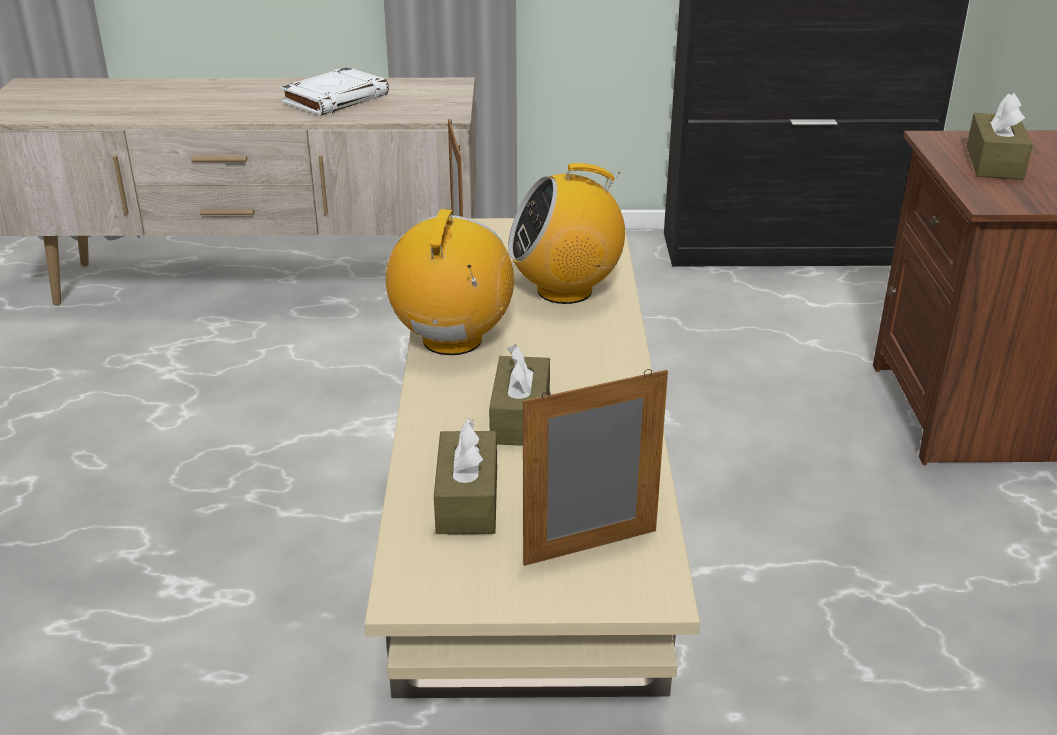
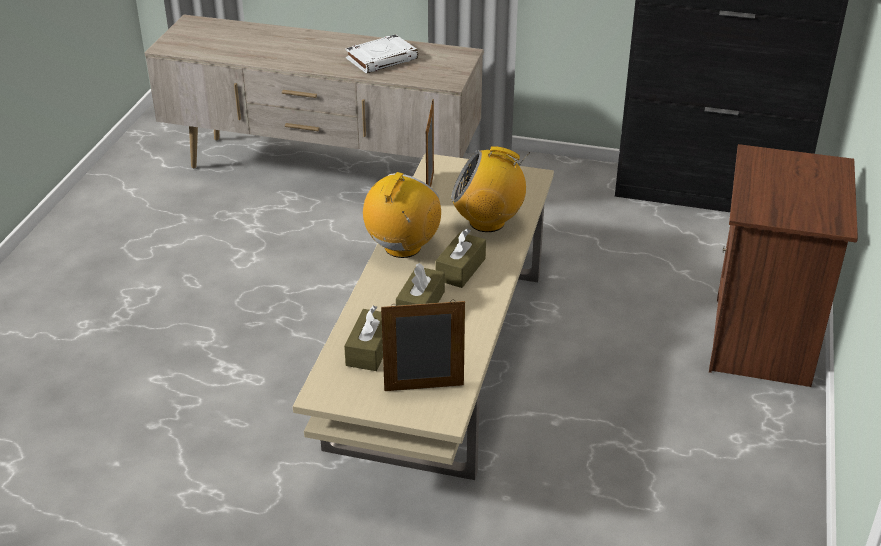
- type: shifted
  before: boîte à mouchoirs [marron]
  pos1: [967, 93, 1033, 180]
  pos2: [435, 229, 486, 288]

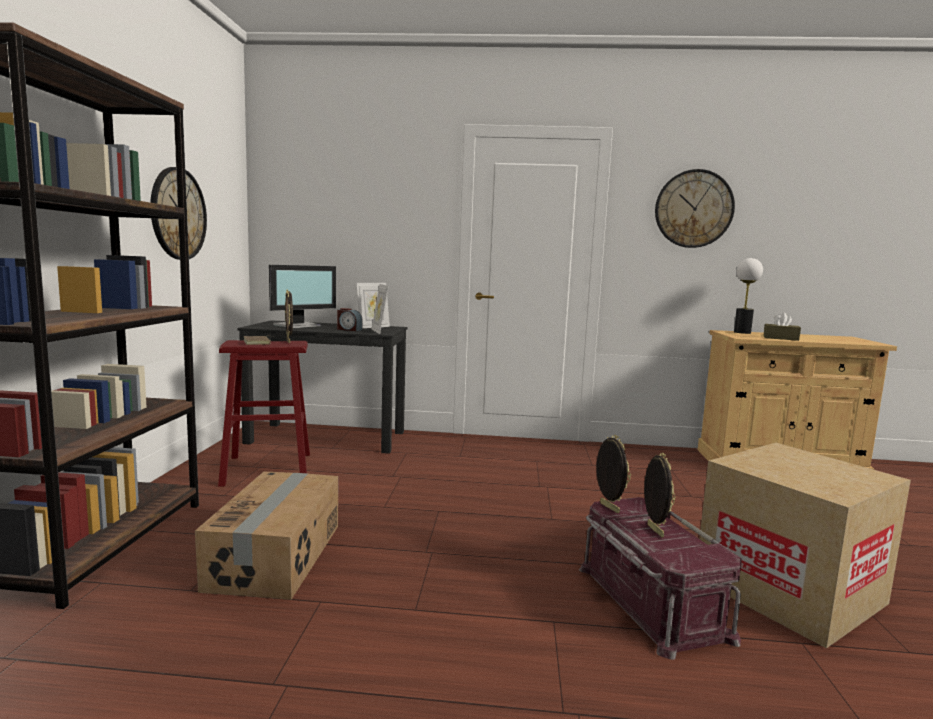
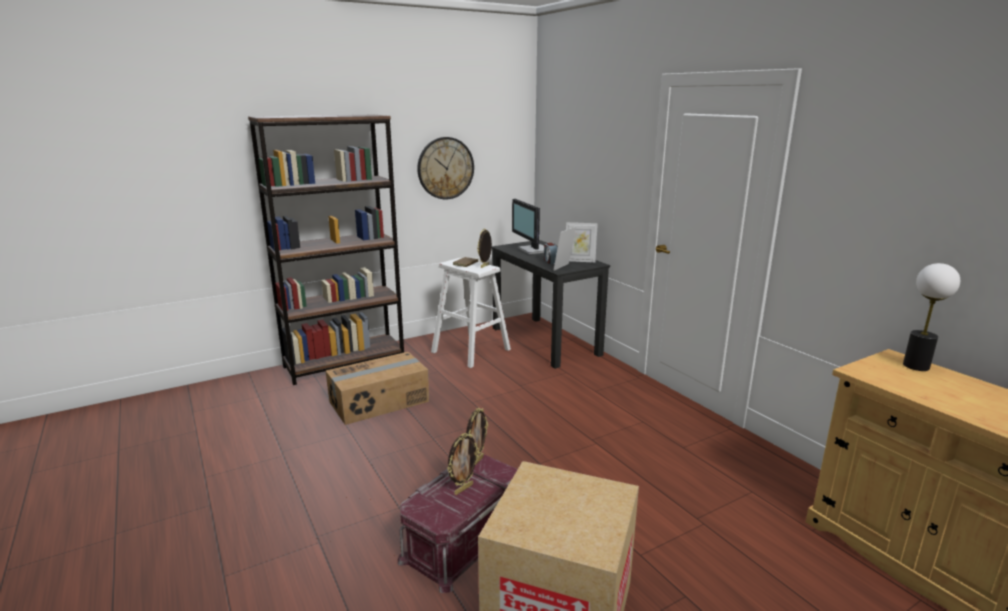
- type: gone
  before: horloge murale
  pos1: [655, 169, 735, 248]
- type: gone
  before: boîte à mouchoirs [marron]
  pos1: [763, 313, 801, 341]
- type: repainted
  before: tabouret [rouge]
  after: tabouret [blanc]
  pos1: [218, 340, 310, 487]
  pos2: [431, 258, 511, 368]
- type: rotated
  before: écran d'ordinateur
  pos1: [269, 265, 336, 328]
  pos2: [512, 199, 544, 254]
  turn: 60

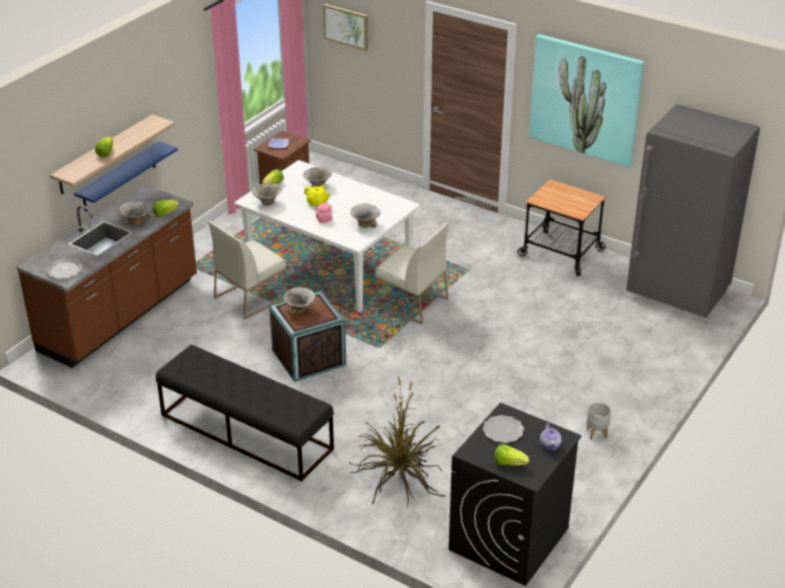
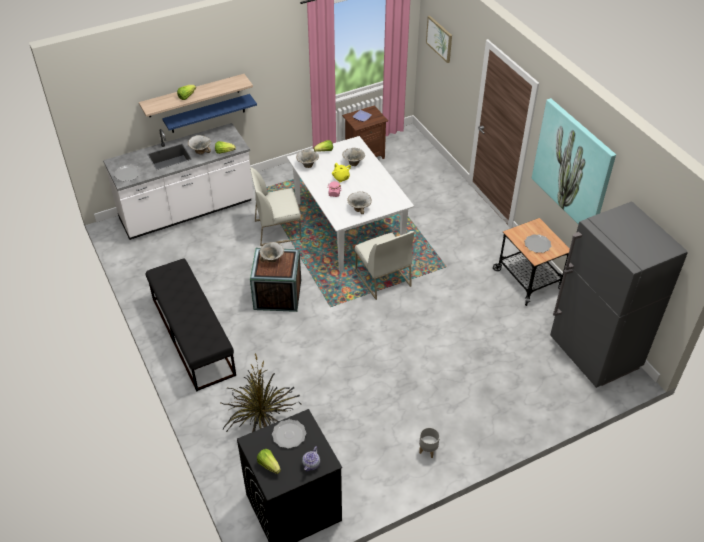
- type: new
  after: assiette
  pos2: [524, 234, 551, 253]
- type: repainted
  before: comptoir de cuisine [marron]
  after: comptoir de cuisine [blanc]
  pos1: [17, 185, 197, 368]
  pos2: [103, 123, 254, 240]

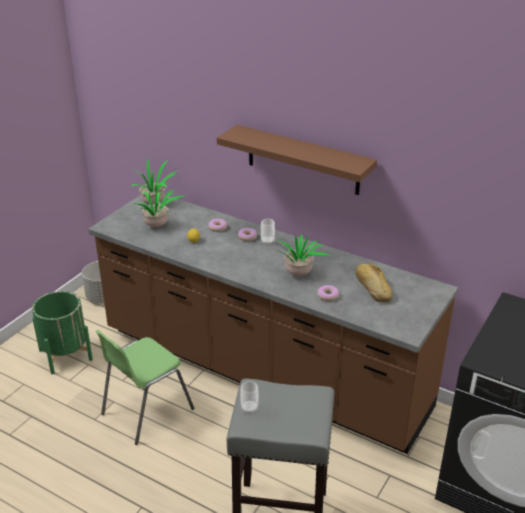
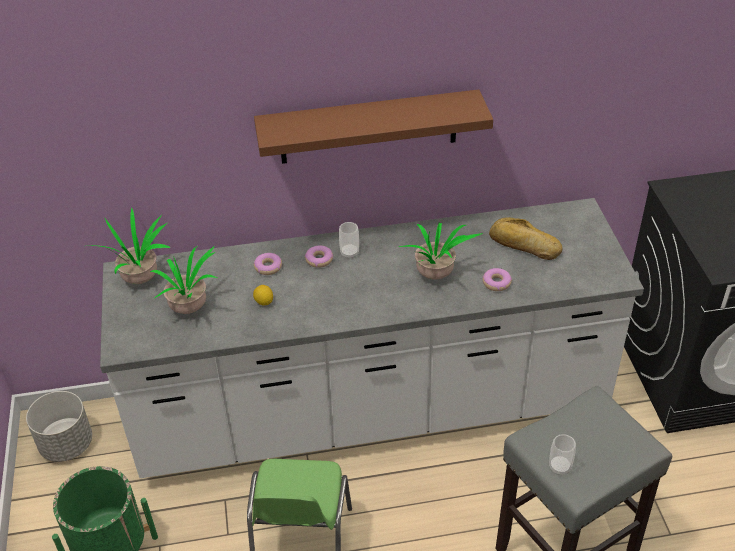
- type: repainted
  before: comptoir de cuisine [marron]
  after: comptoir de cuisine [blanc]
  pos1: [88, 195, 458, 454]
  pos2: [100, 198, 644, 478]

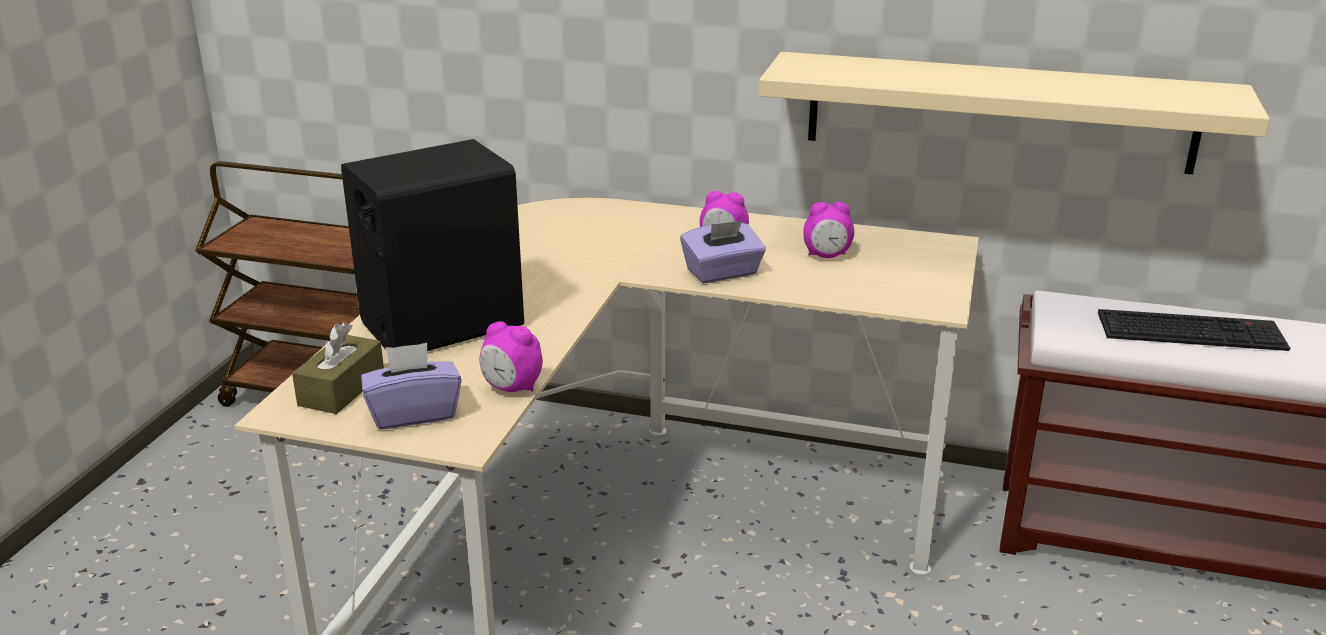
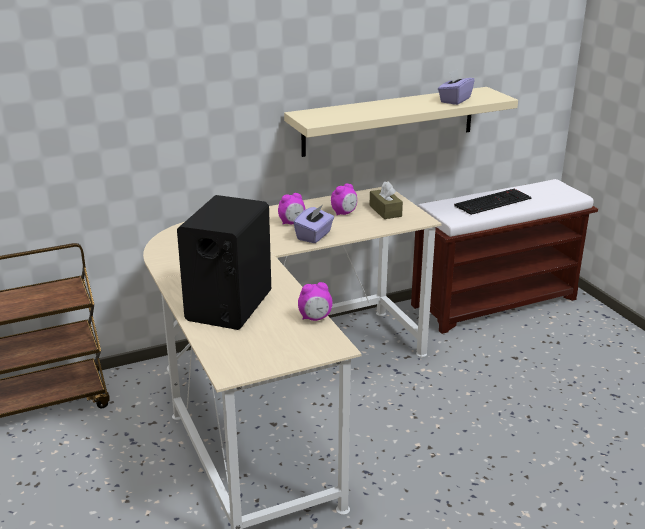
- type: shifted
  before: boîte à mouchoirs [marron]
  pos1: [292, 322, 384, 414]
  pos2: [369, 182, 403, 219]
- type: shifted
  before: boîte à mouchoirs [violet]
  pos1: [361, 343, 461, 429]
  pos2: [438, 69, 475, 105]

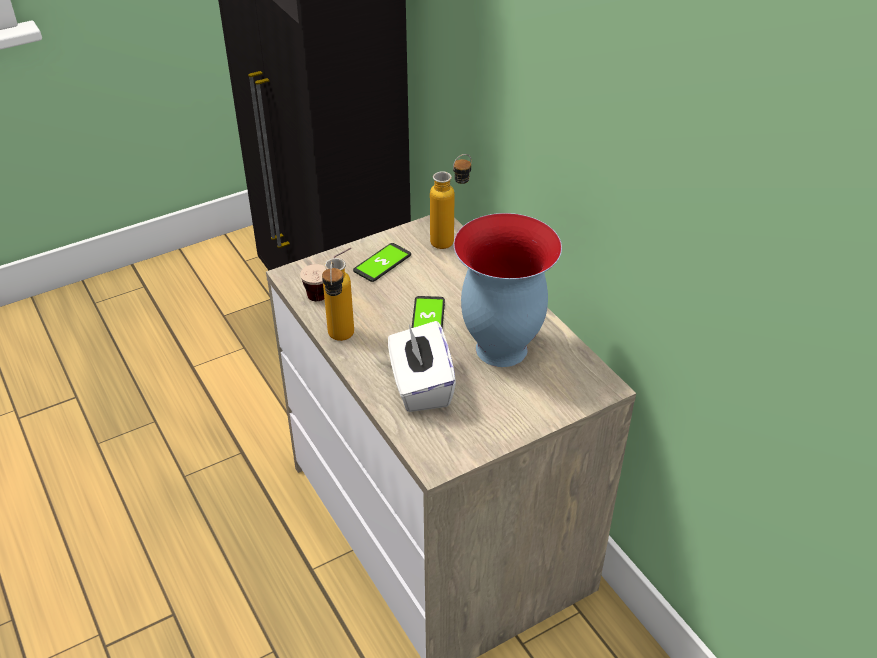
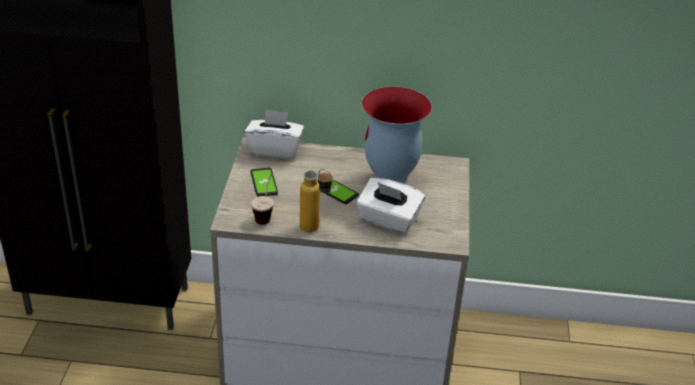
- type: swapped
  before: bouteille
  after: boîte à mouchoirs [blanc]
  pos1: [430, 154, 472, 249]
  pos2: [244, 109, 304, 159]

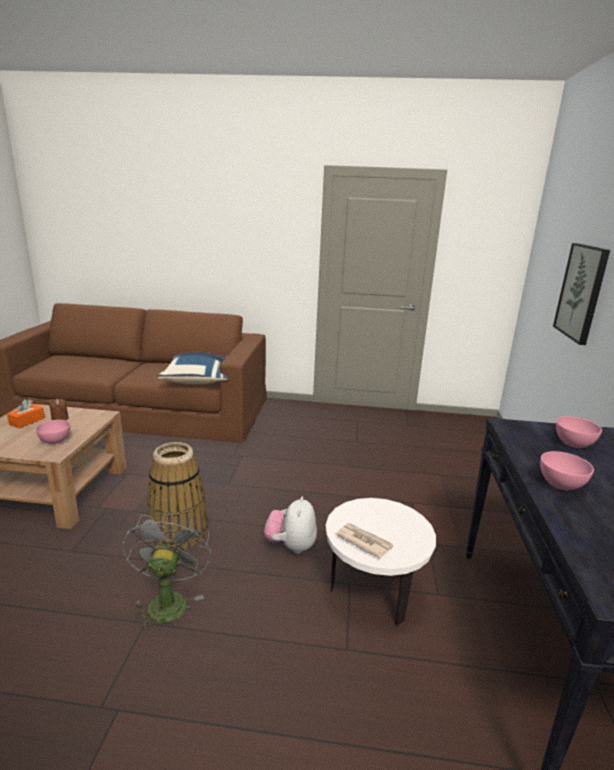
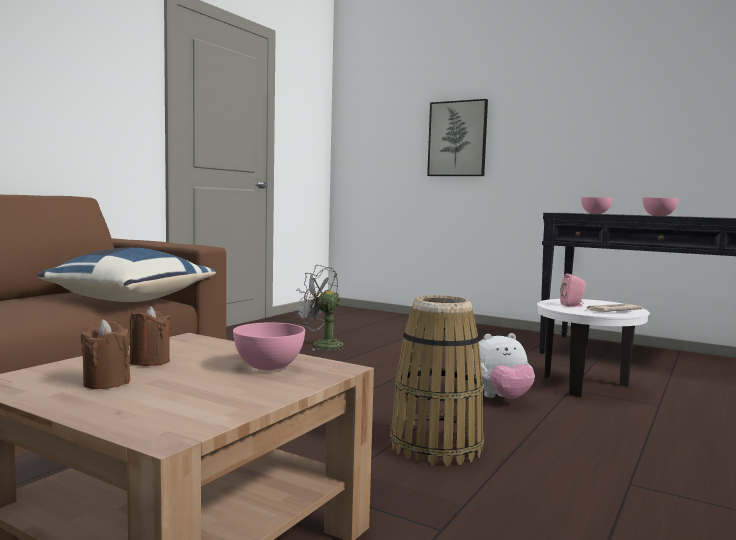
- type: new
  after: enceinte [rose]
  pos2: [560, 273, 586, 307]
- type: shifted
  before: ventilateur [gris]
  pos1: [122, 510, 211, 633]
  pos2: [293, 265, 347, 351]
- type: swapped
  before: boîte à mouchoirs [orange]
  after: bougie [marron]
  pos1: [7, 399, 45, 429]
  pos2: [80, 319, 130, 389]
- type: rotated
  before: peluche
  pos1: [264, 497, 317, 554]
  pos2: [472, 333, 535, 399]
  turn: -45

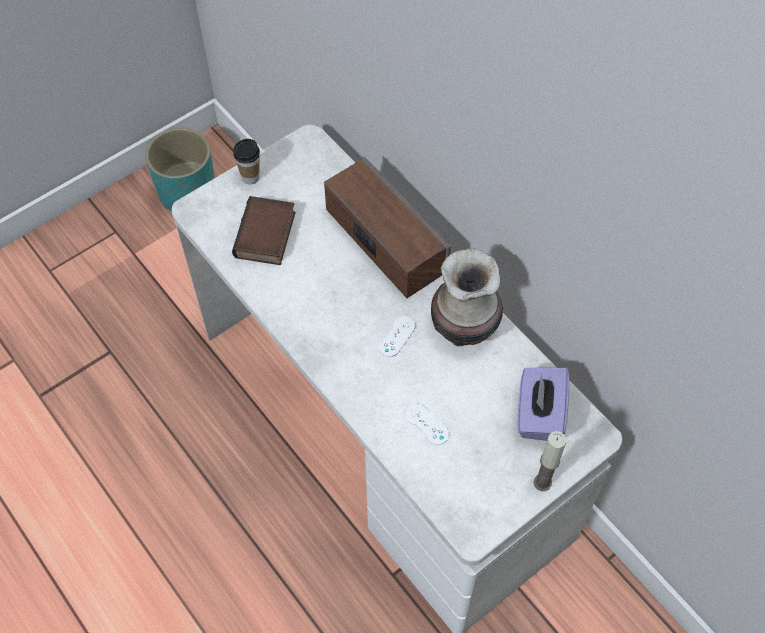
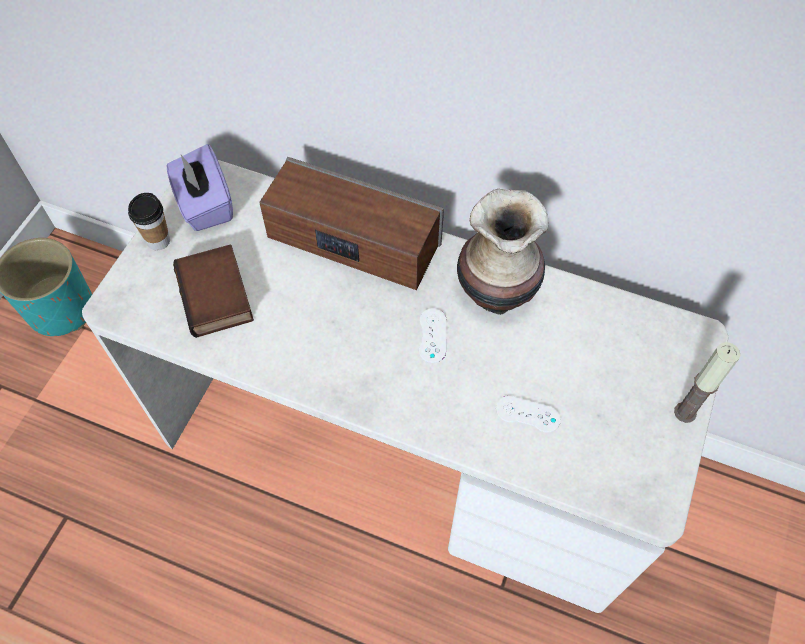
- type: shifted
  before: boîte à mouchoirs [violet]
  pos1: [518, 368, 569, 441]
  pos2: [167, 144, 233, 231]

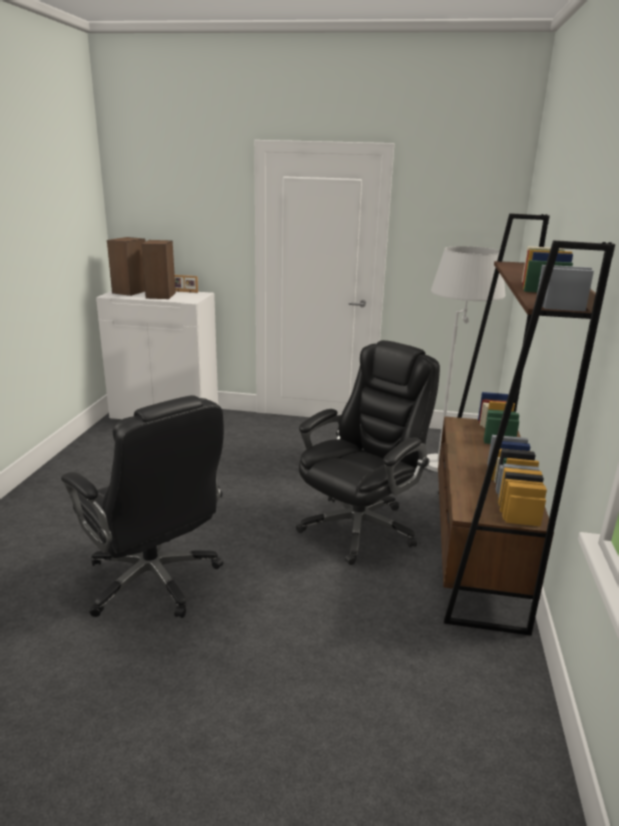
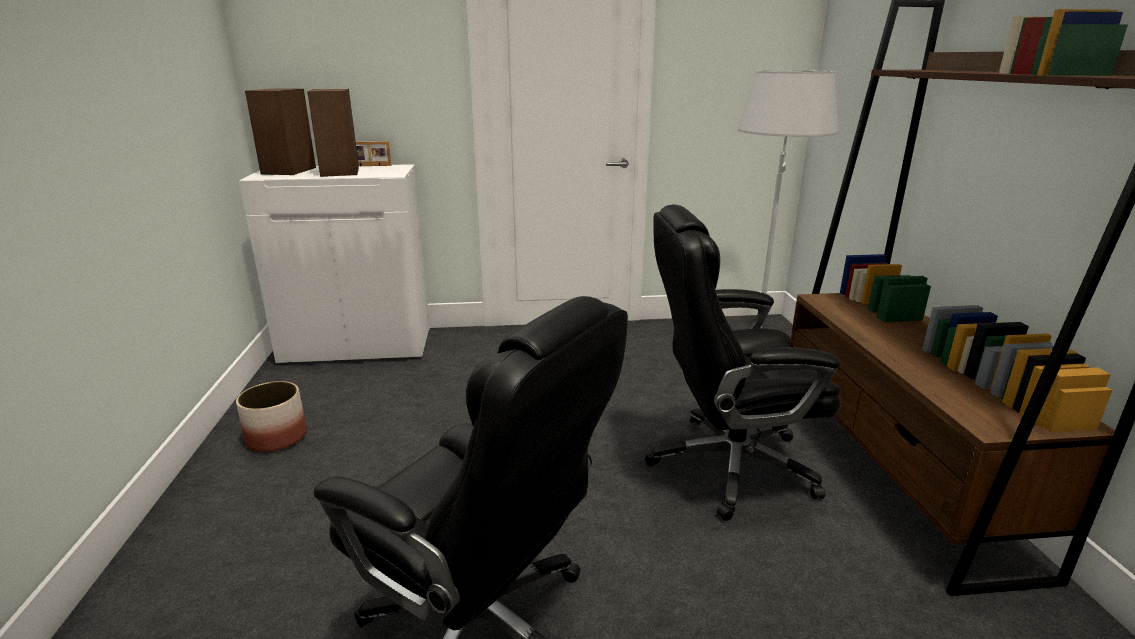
- type: new
  after: cache-pot
  pos2: [236, 381, 307, 452]
- type: rotated
  before: chaise de bureau [noir]
  pos1: [296, 340, 440, 565]
  pos2: [645, 204, 841, 521]
  turn: -120

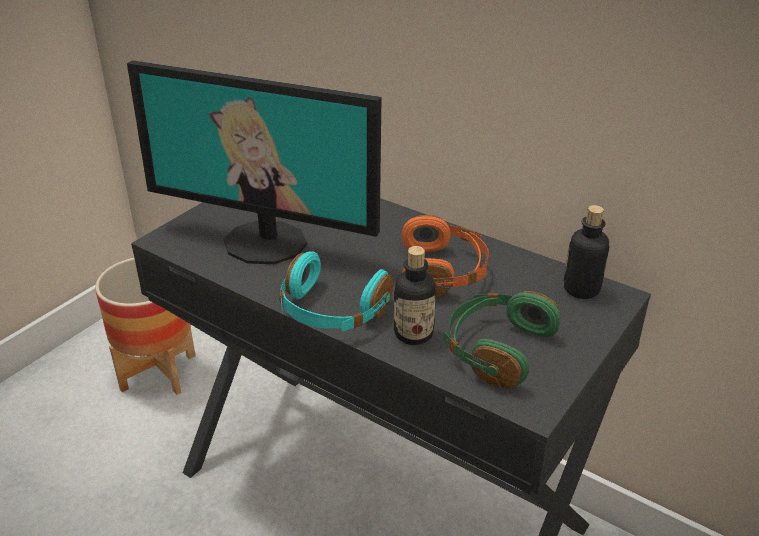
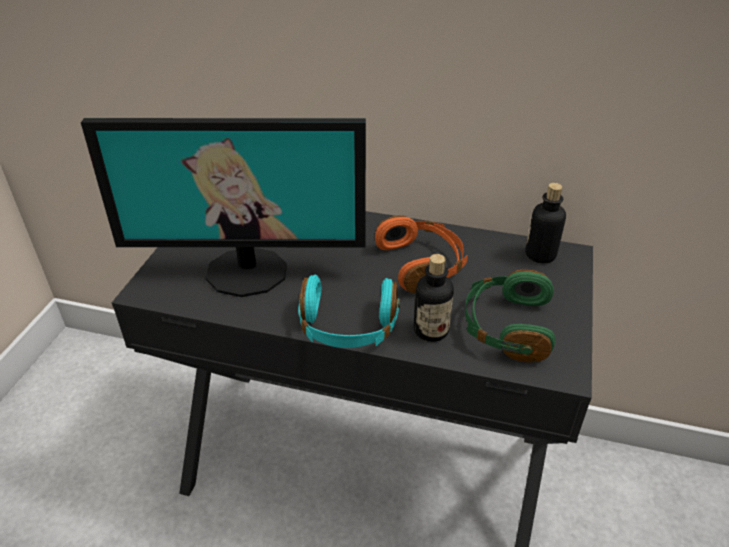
- type: gone
  before: cache-pot
  pos1: [95, 258, 196, 395]

